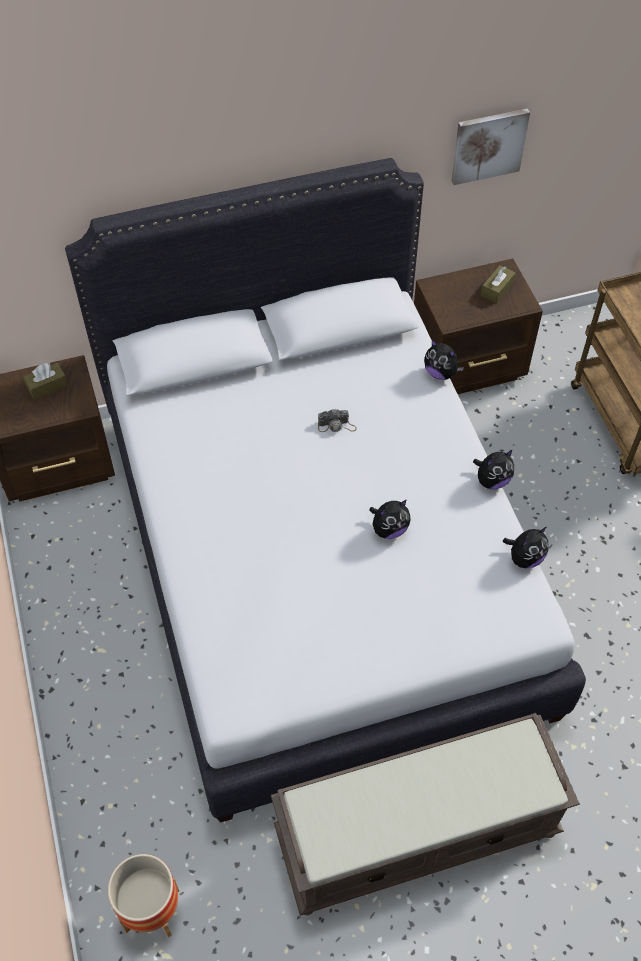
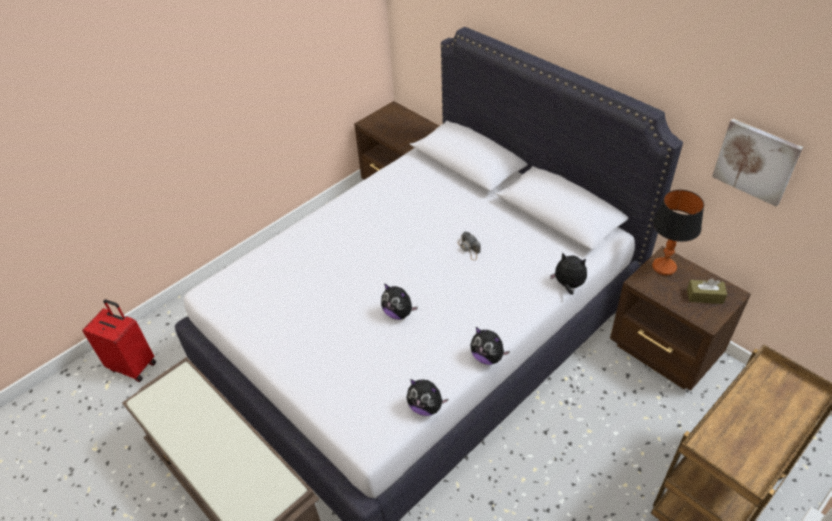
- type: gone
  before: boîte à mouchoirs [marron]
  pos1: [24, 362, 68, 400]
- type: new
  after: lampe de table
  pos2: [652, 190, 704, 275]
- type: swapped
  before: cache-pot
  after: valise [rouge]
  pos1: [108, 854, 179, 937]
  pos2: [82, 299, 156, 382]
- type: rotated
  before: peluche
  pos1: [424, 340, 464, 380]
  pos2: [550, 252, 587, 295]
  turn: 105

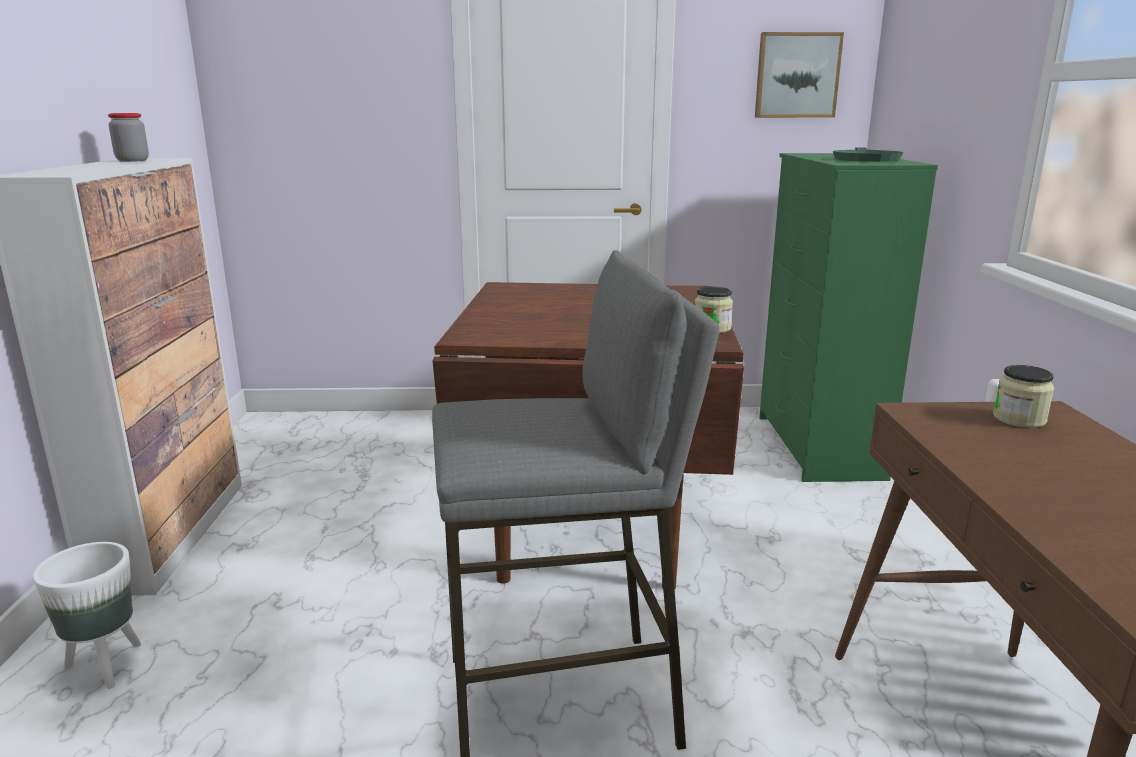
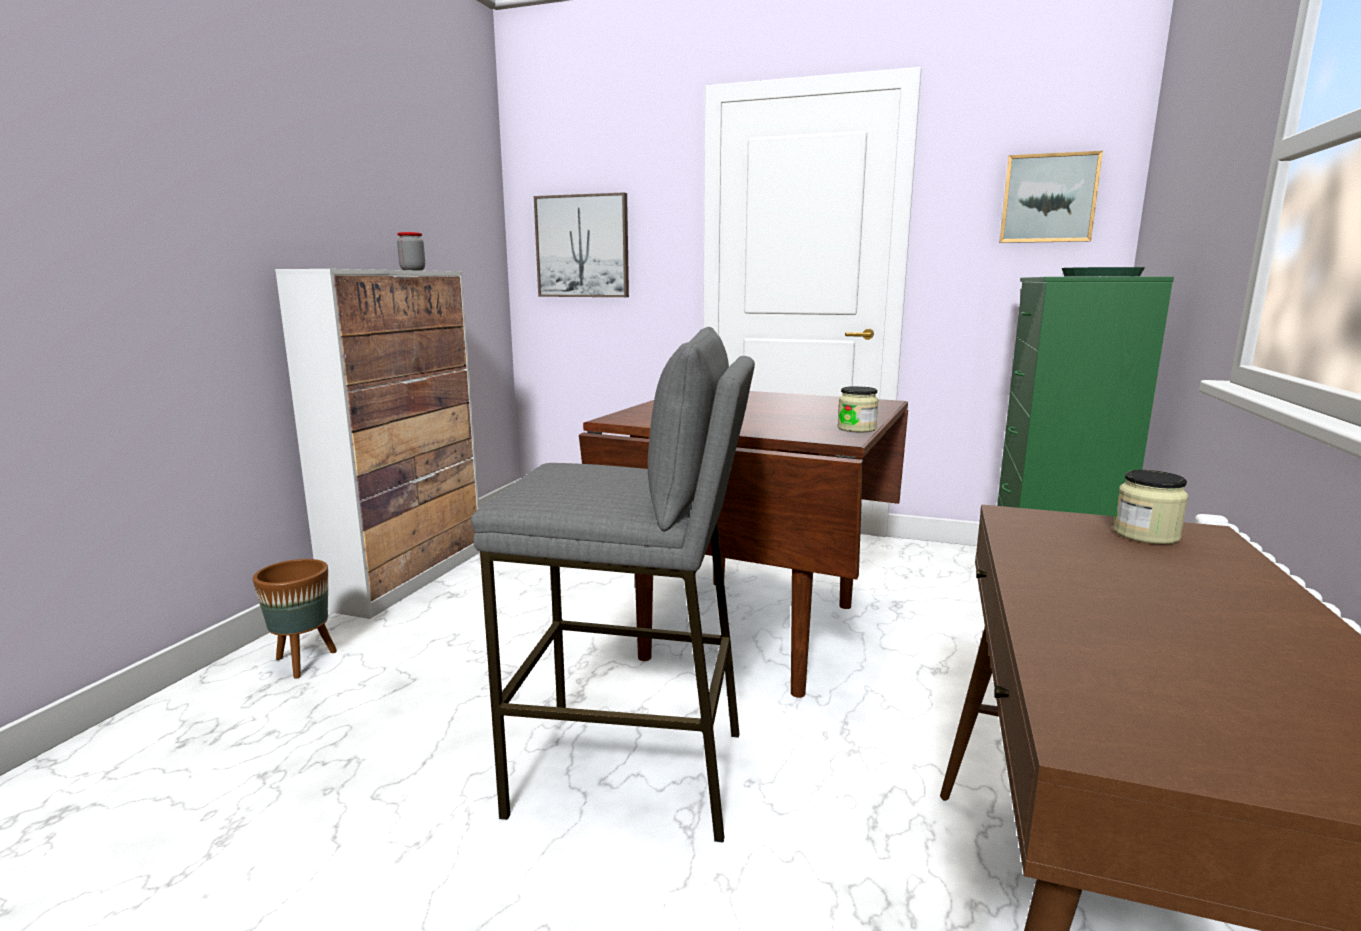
- type: new
  after: tableau
  pos2: [534, 192, 629, 297]
- type: repainted
  before: cache-pot [blanc]
  after: cache-pot [marron]
  pos1: [33, 542, 141, 689]
  pos2: [253, 559, 337, 679]

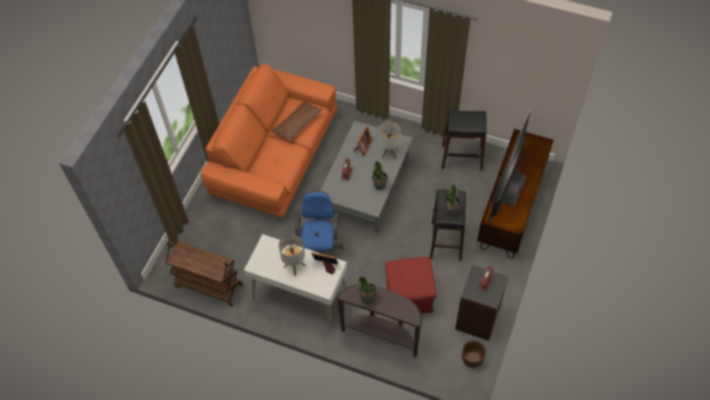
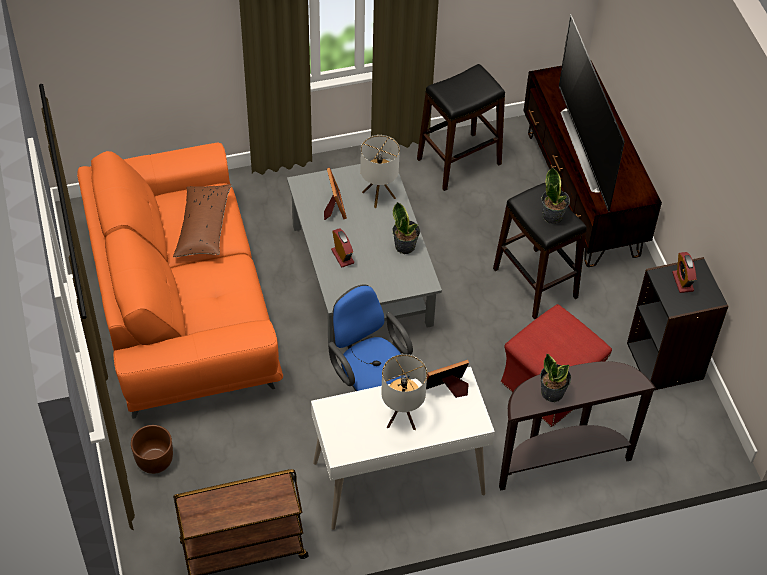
- type: shifted
  before: cache-pot [marron]
  pos1: [462, 340, 486, 368]
  pos2: [131, 425, 173, 474]

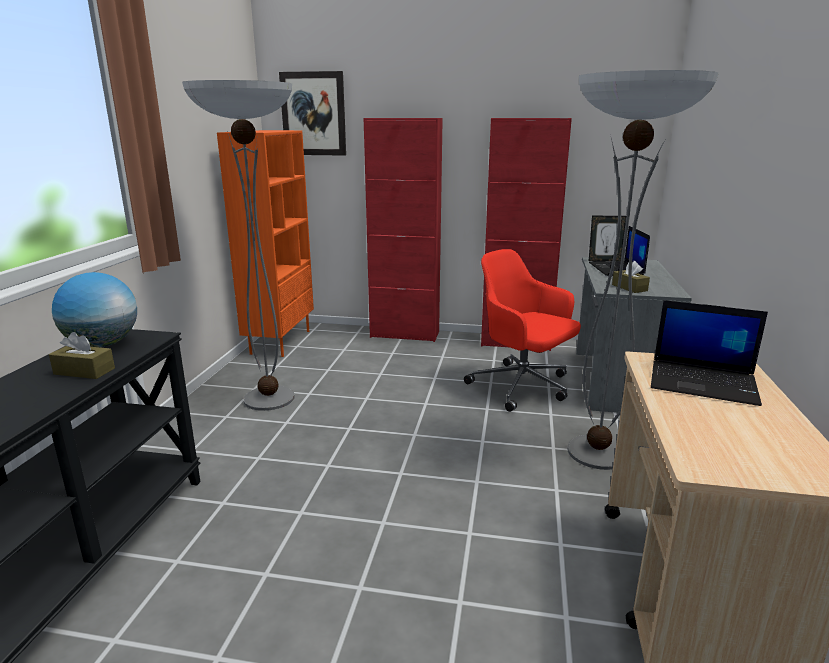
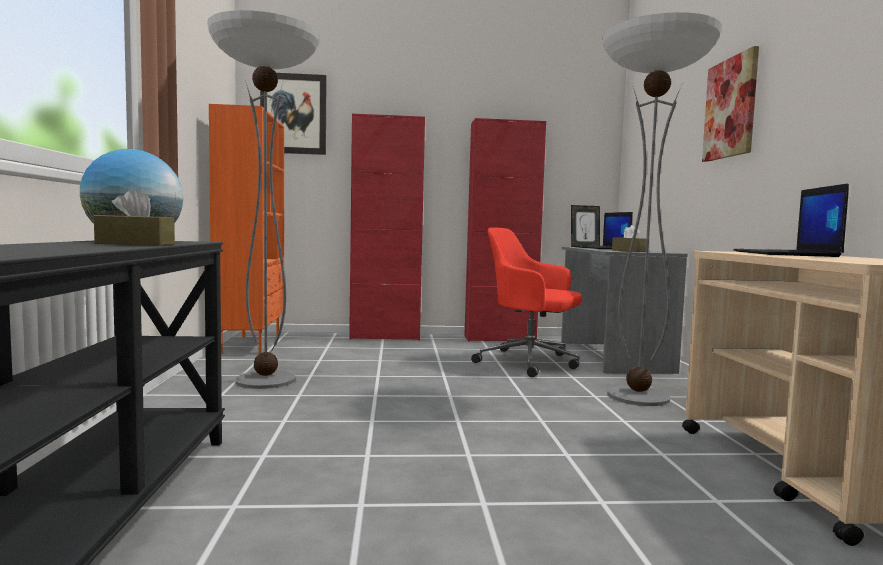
- type: new
  after: tableau
  pos2: [702, 46, 759, 162]
- type: rotated
  before: ordinateur portable
  pos1: [651, 300, 768, 406]
  pos2: [734, 183, 849, 257]
  turn: 90

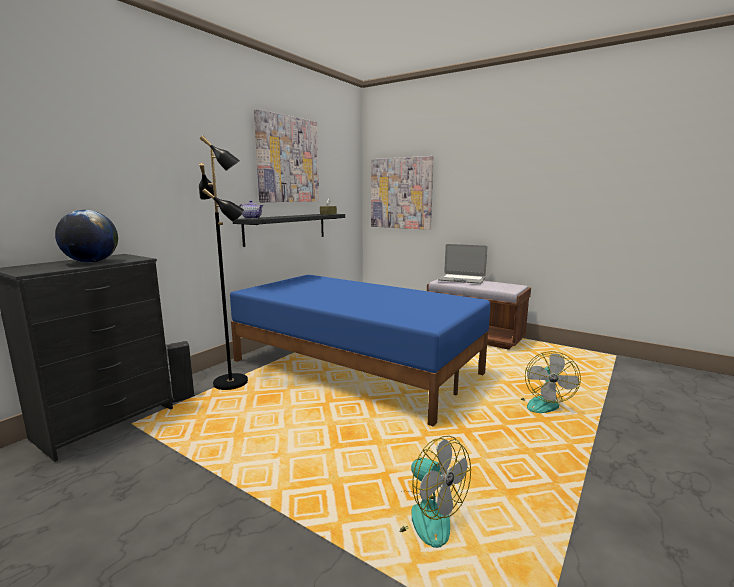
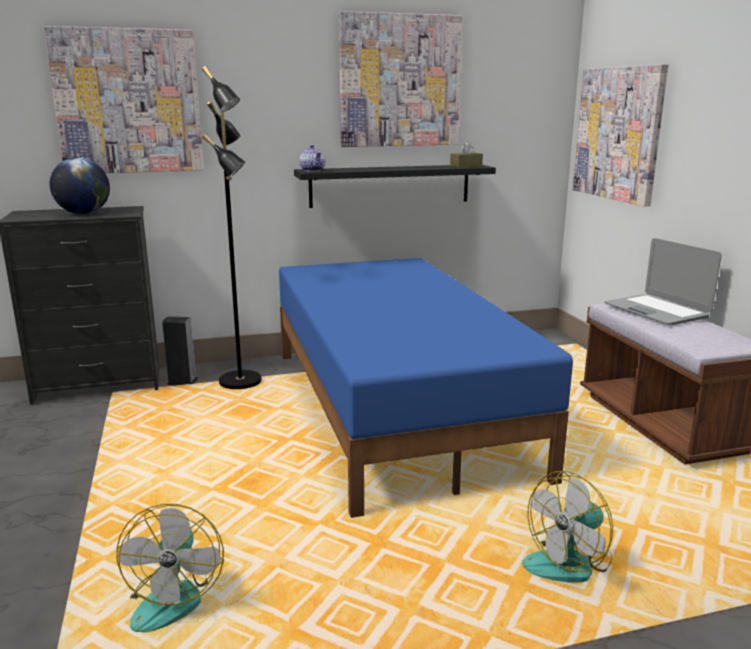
- type: new
  after: tableau
  pos2: [44, 26, 204, 173]

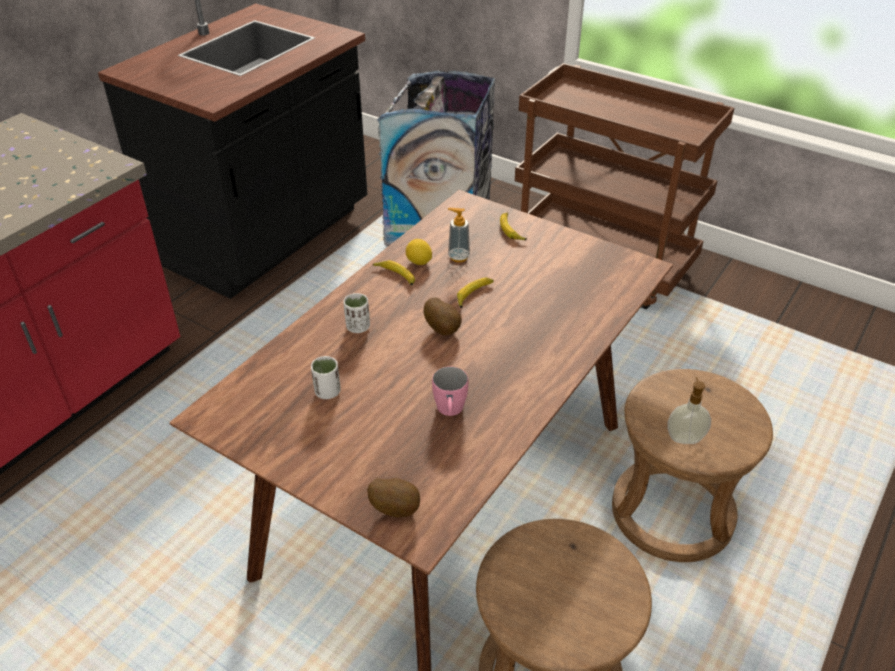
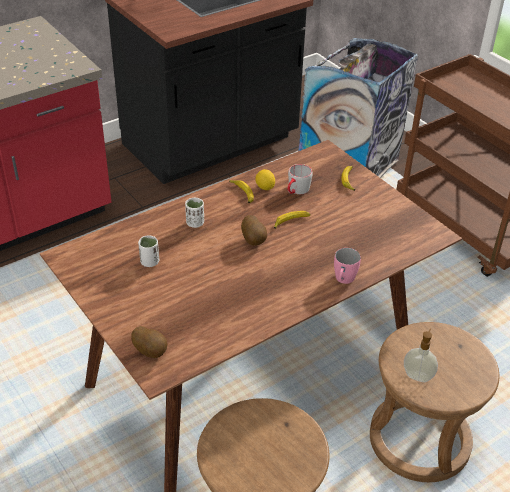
- type: shifted
  before: mug [rose]
  pos1: [432, 367, 468, 416]
  pos2: [334, 248, 361, 284]
- type: swapped
  before: distributeur de savon
  after: mug [gris]
  pos1: [448, 208, 470, 262]
  pos2: [288, 164, 313, 194]

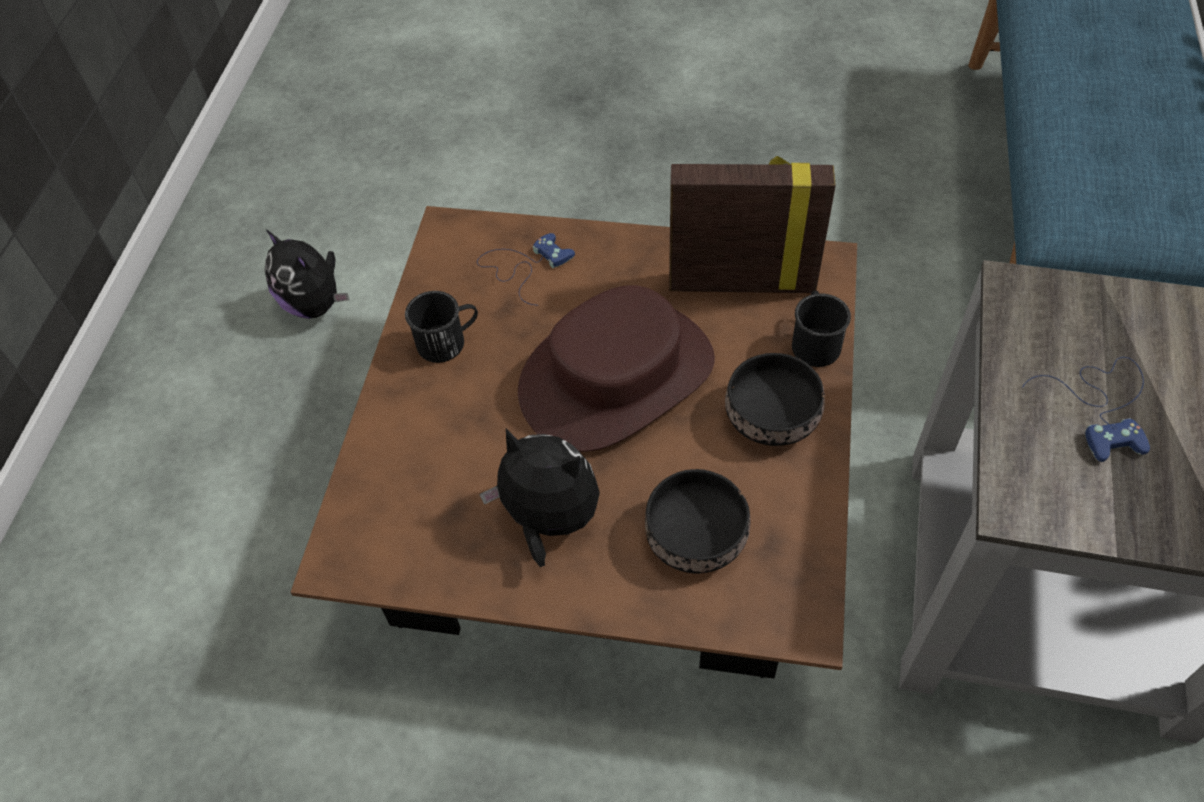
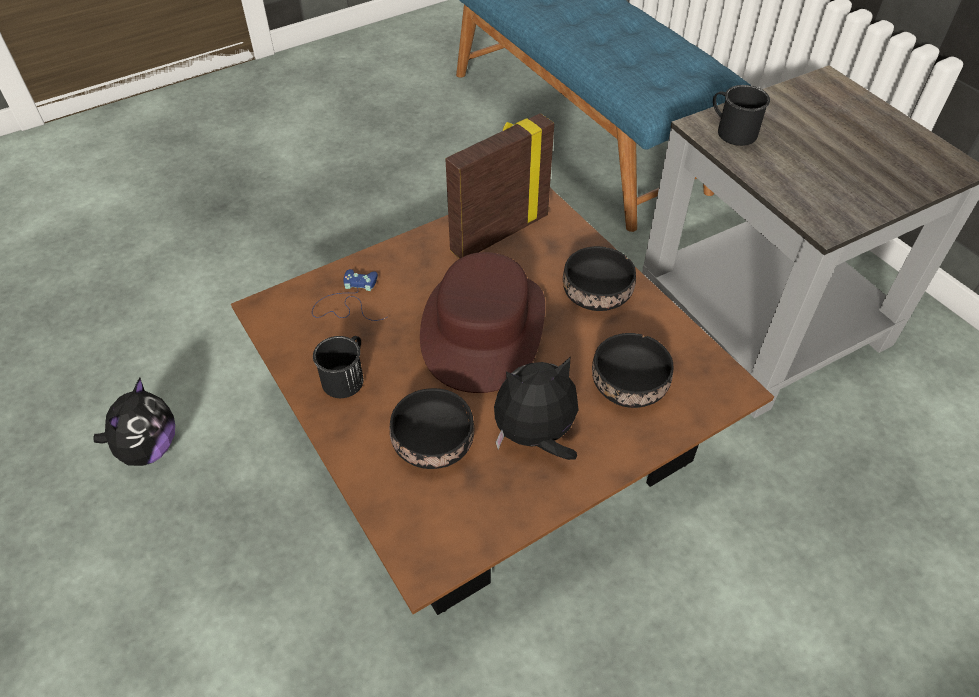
- type: gone
  before: manette [bleu]
  pos1: [1022, 357, 1150, 462]
- type: new
  after: bol [noir]
  pos2: [390, 388, 474, 469]
- type: shifted
  before: mug [noir]
  pos1: [792, 291, 851, 367]
  pos2: [713, 85, 770, 146]
- type: rotated
  before: peluche
  pos1: [264, 229, 349, 319]
  pos2: [93, 378, 175, 466]
  turn: -75

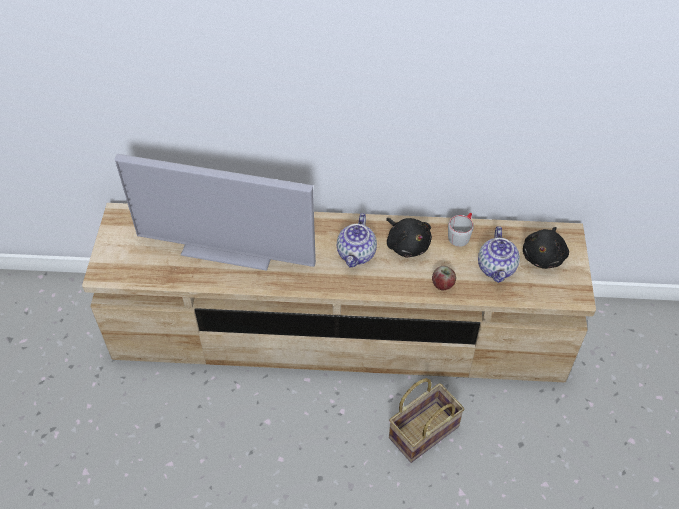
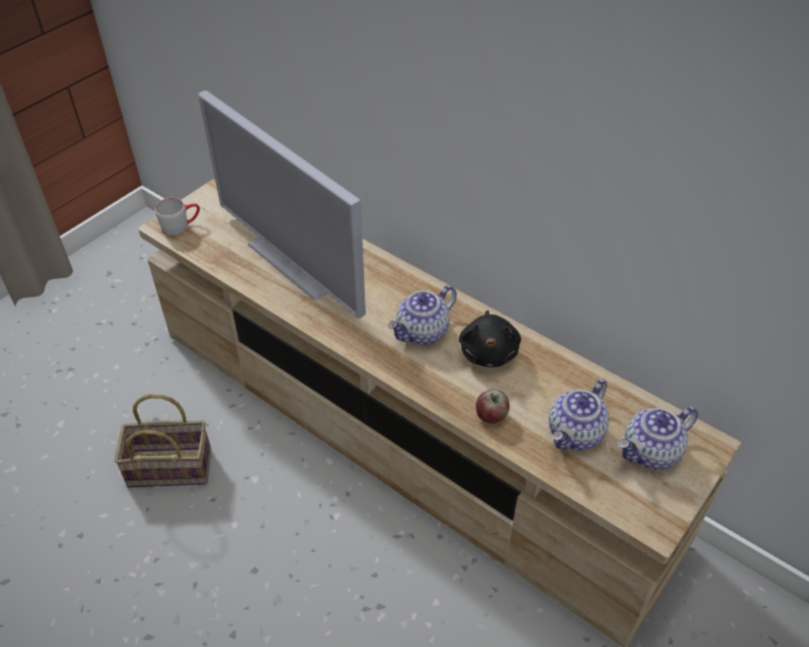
- type: shifted
  before: panier
  pos1: [389, 378, 464, 463]
  pos2: [114, 394, 211, 488]
- type: shifted
  before: mug [gris]
  pos1: [448, 213, 474, 247]
  pos2: [155, 198, 200, 236]
- type: swapped
  before: peluche [noir]
  after: théière
  pos1: [523, 227, 569, 269]
  pos2: [618, 406, 698, 470]

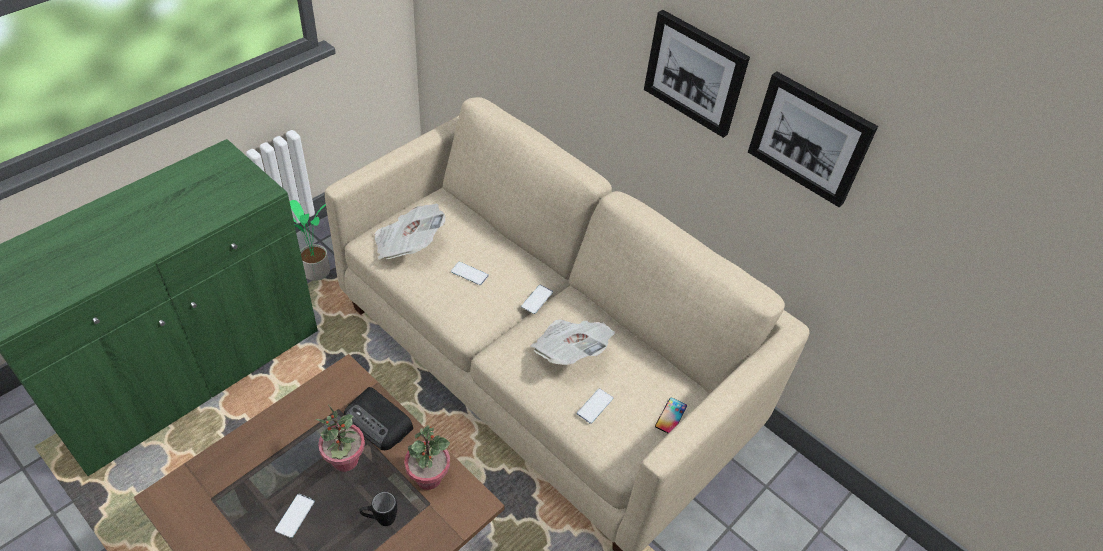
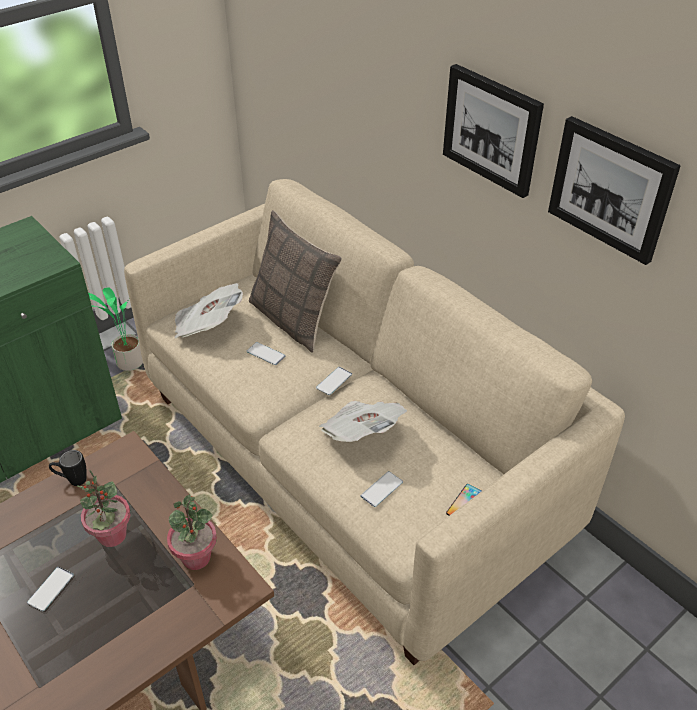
- type: gone
  before: radio
  pos1: [344, 387, 413, 450]
- type: new
  after: coussin
  pos2: [249, 210, 342, 353]
- type: shifted
  before: mug [noir]
  pos1: [359, 492, 397, 526]
  pos2: [49, 450, 87, 486]

